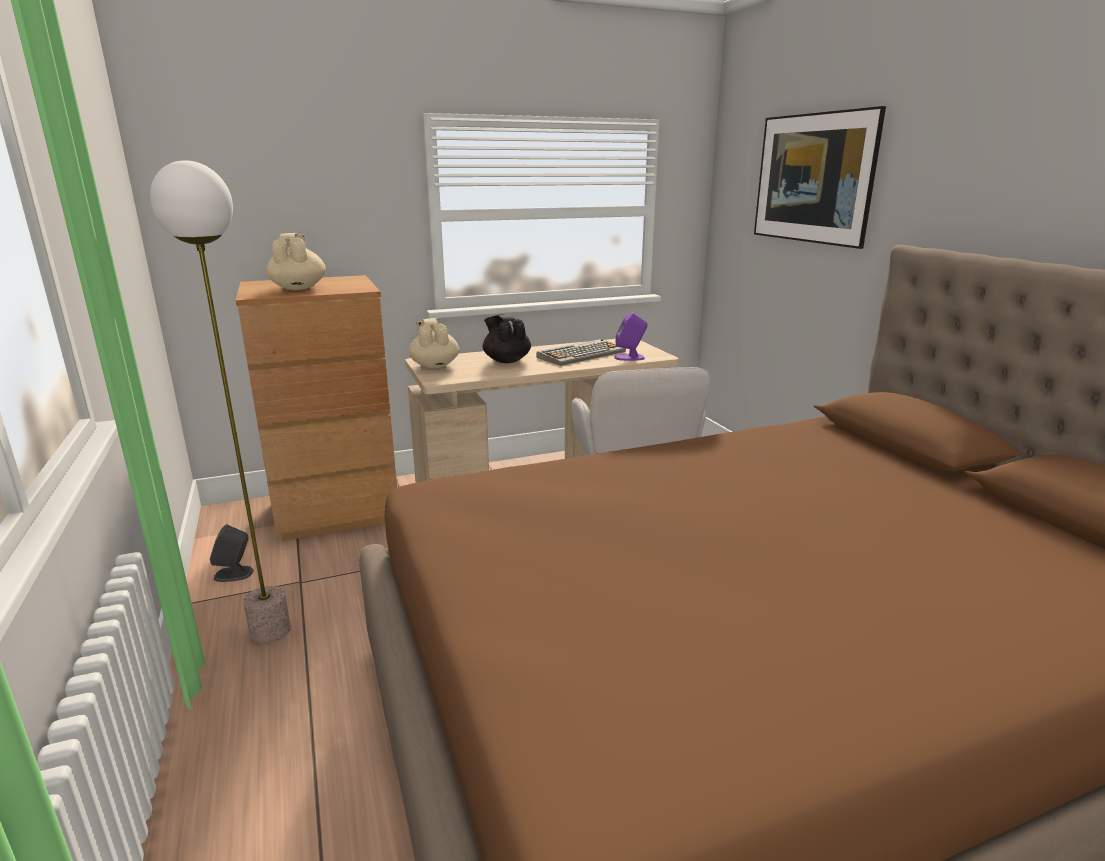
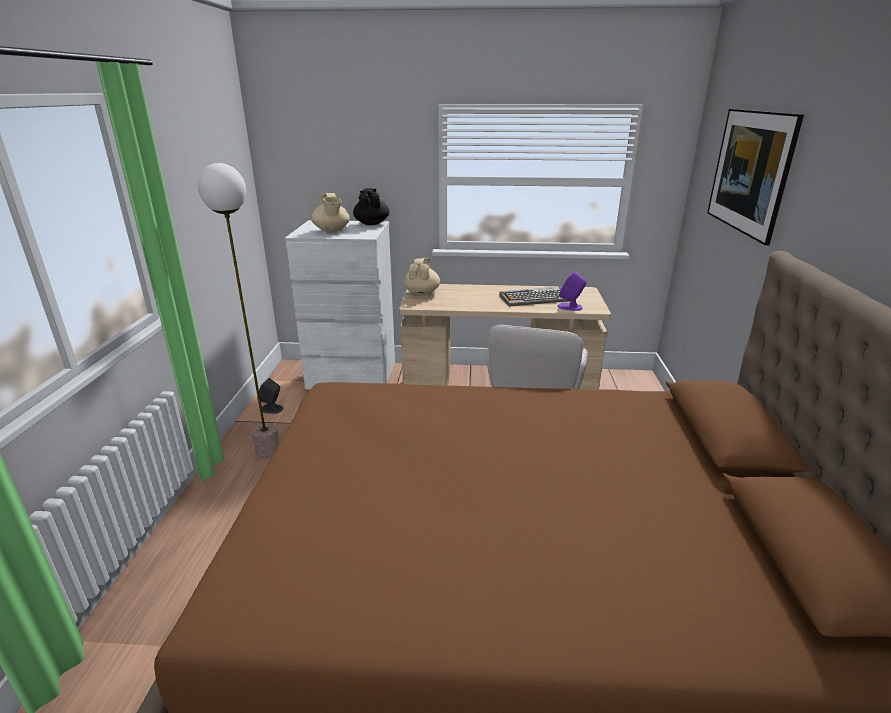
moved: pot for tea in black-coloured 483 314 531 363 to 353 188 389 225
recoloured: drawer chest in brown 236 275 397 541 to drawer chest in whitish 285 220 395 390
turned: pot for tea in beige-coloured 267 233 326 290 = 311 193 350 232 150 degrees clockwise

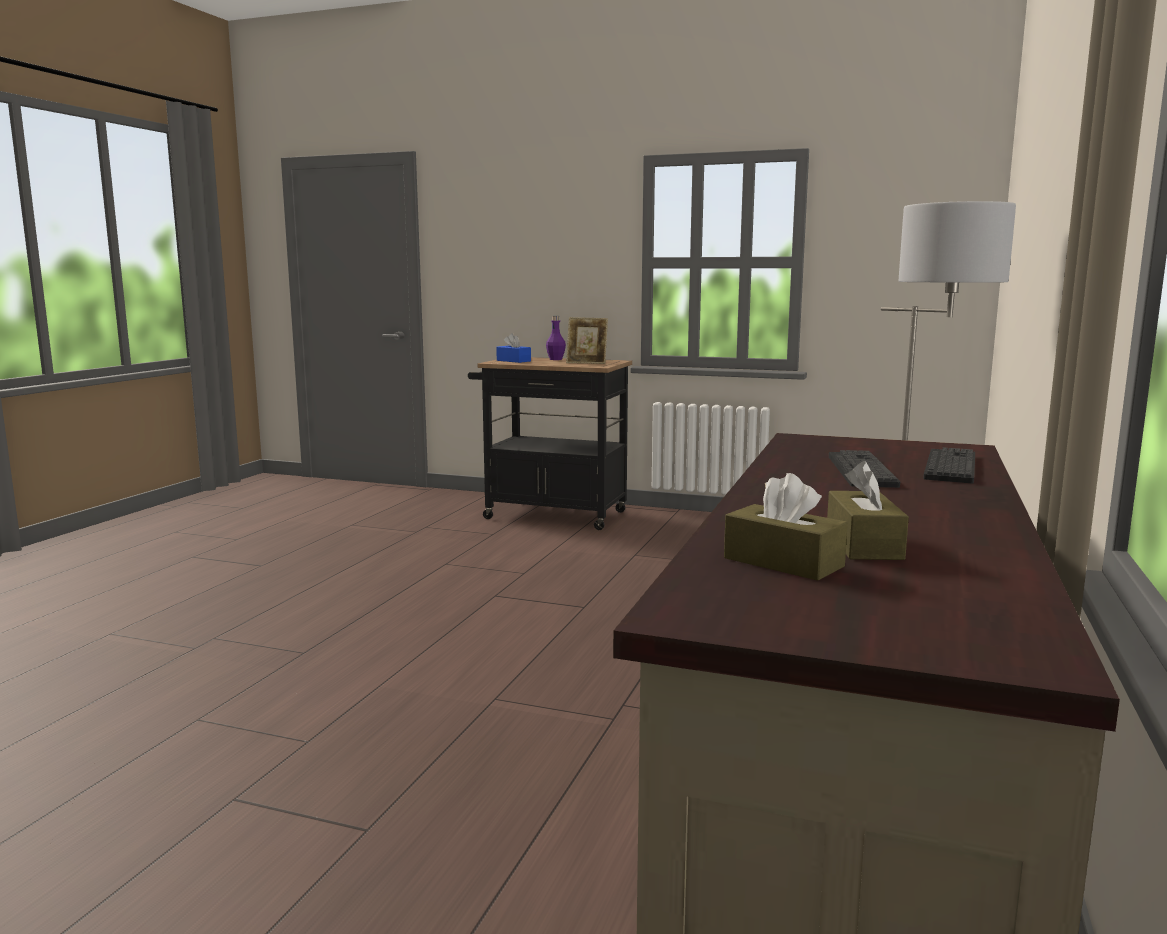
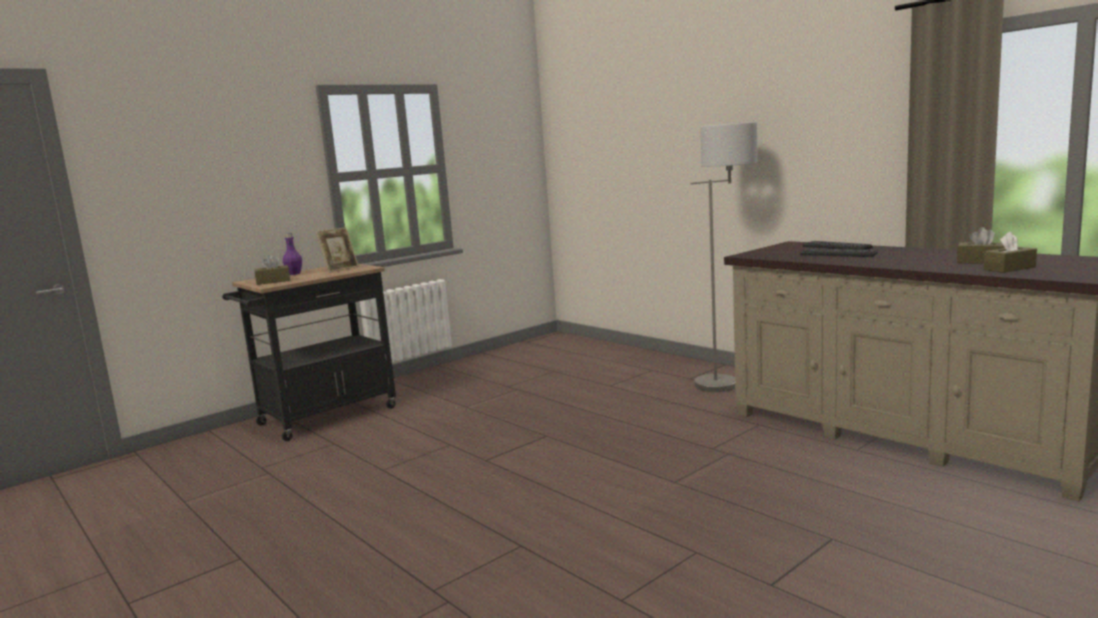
recoloured: tissue holder in bluish 496 333 531 363 to tissue holder in brown 255 255 290 285

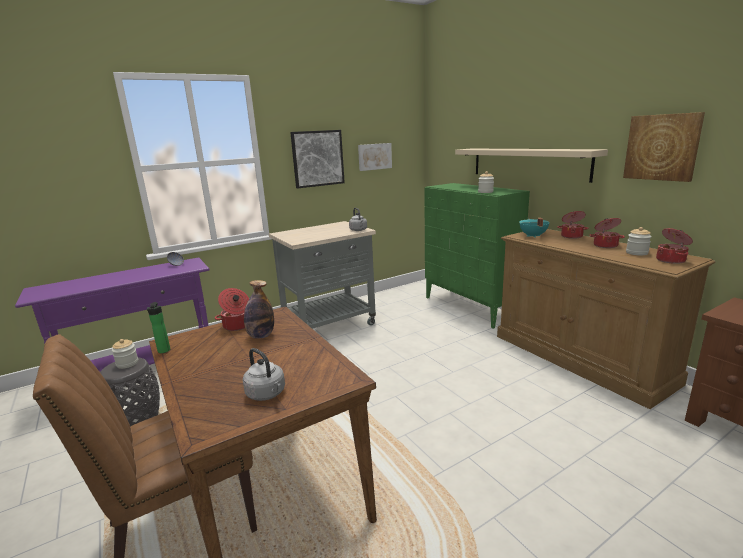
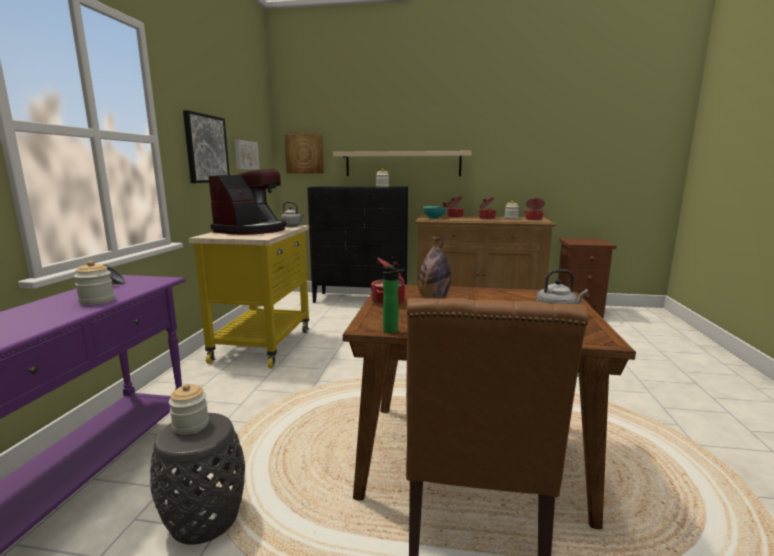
added: coffee maker 208 169 286 235; jar 74 261 115 305
moved: wall picture 623 112 705 182 to 284 134 324 173
recoloured: drawer chest in greenish 424 183 530 329 to drawer chest in black-coloured 307 186 408 303; wheeled cart in greyish 269 221 376 329 to wheeled cart in yellow-coloured 189 225 309 369

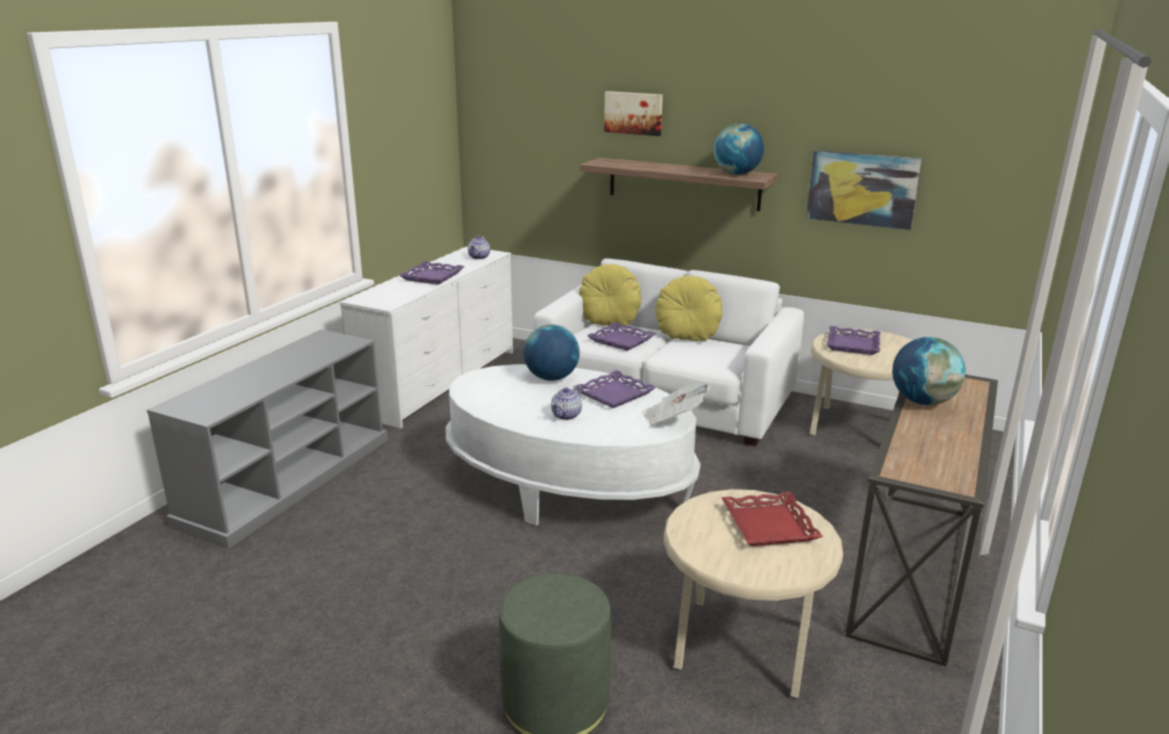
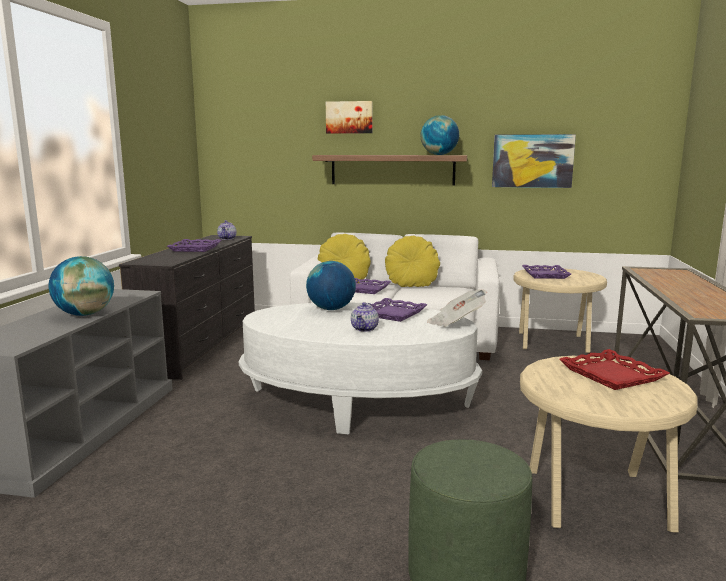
moved: globe 892 337 966 405 to 49 256 114 316
recoloured: drawer chest in whitish 340 246 513 429 to drawer chest in black-coloured 119 235 255 380

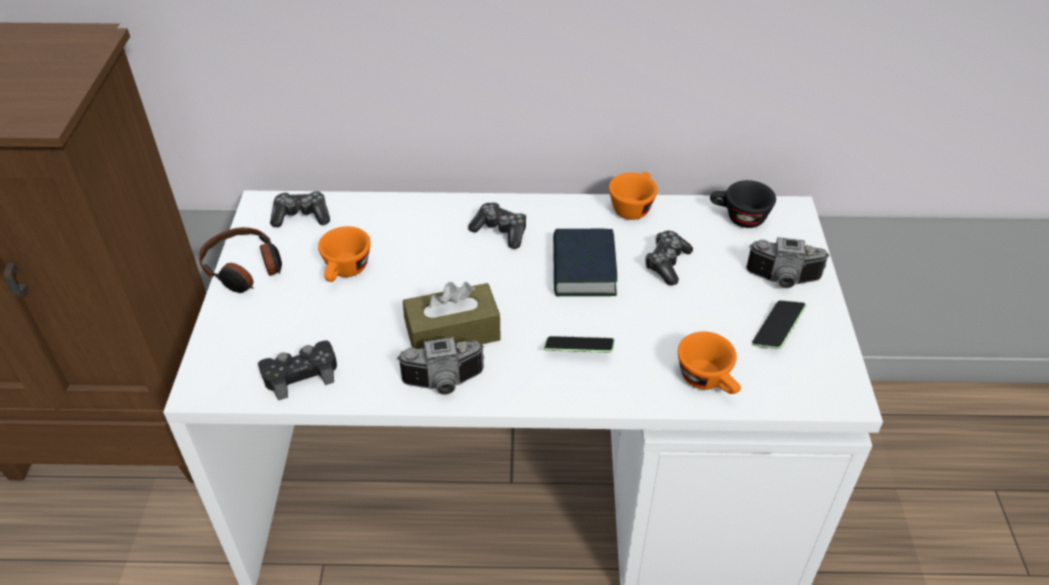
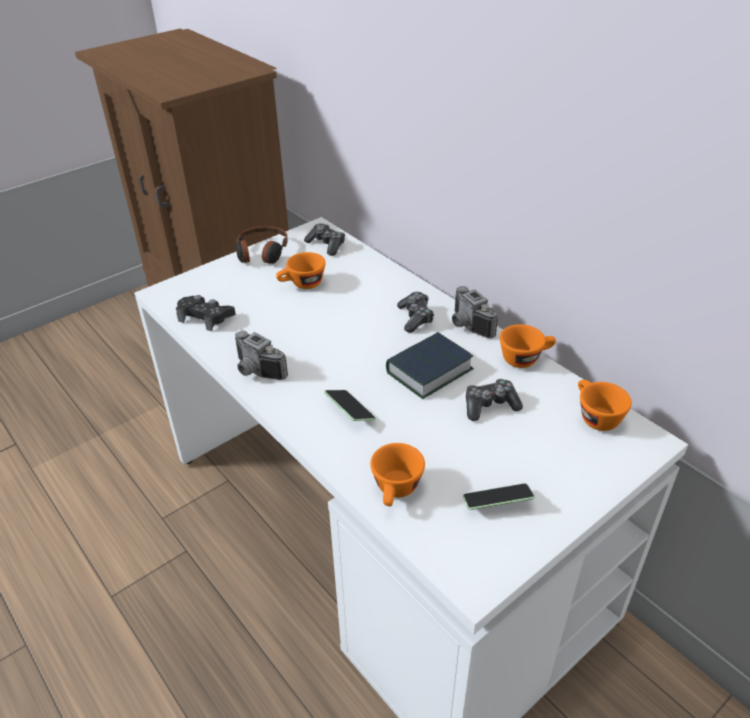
removed: tissue holder in brown 403 282 501 349
moved: photo camera 746 237 830 288 to 452 286 498 338
recoloured: drinking cup in black-coloured 710 180 776 228 to drinking cup in orangey 578 380 632 431

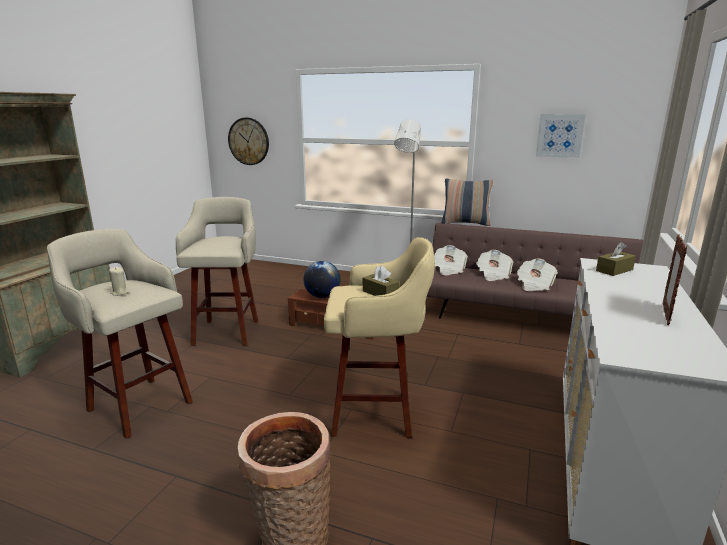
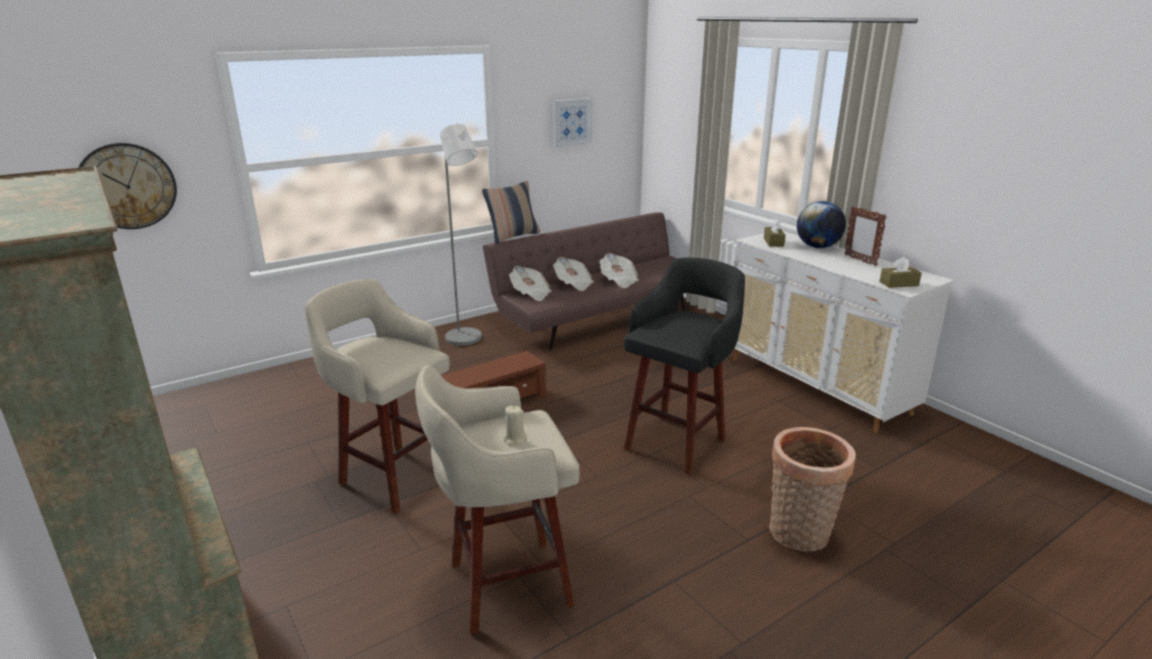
moved: globe 303 261 340 298 to 797 201 846 248; tissue holder in brown 363 266 399 296 to 879 257 922 288
recoloured: stool in beige-coloured 324 237 435 438 to stool in black-coloured 624 257 745 475

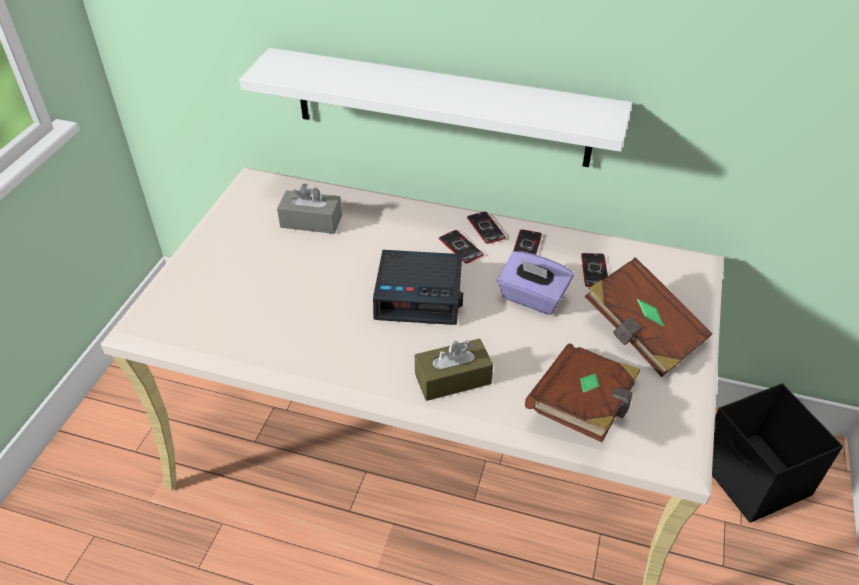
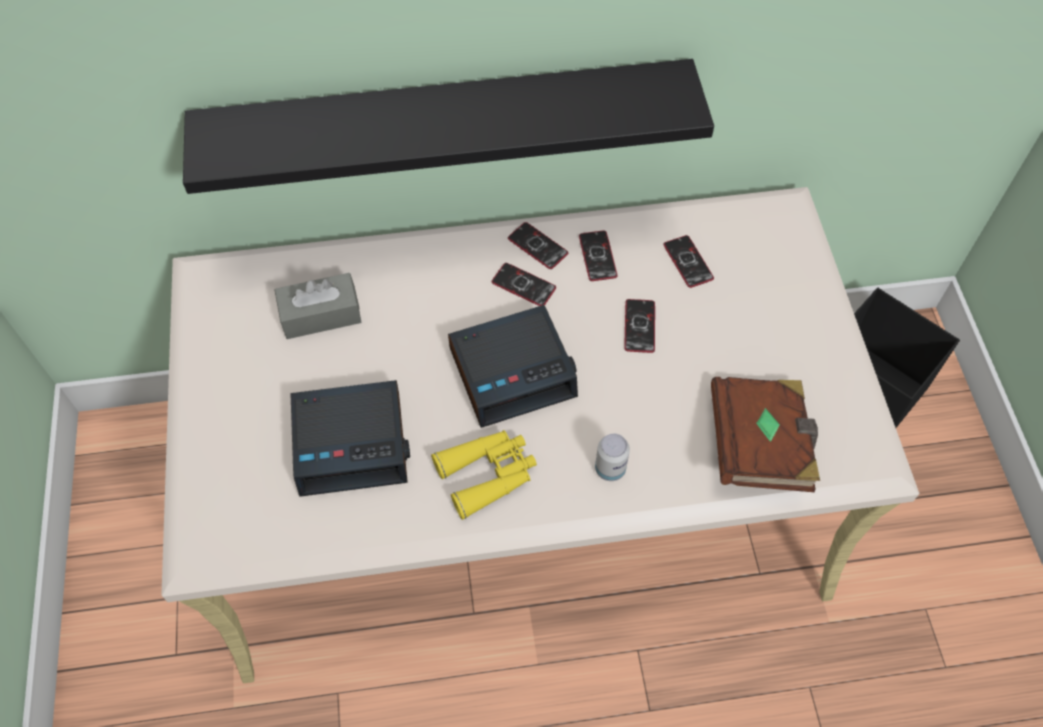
removed: book in brown 585 257 712 377
added: table clock 291 380 410 497; pair of binoculars in yellow-coloured 431 430 537 520
replaced: tissue holder in purplish 497 251 574 315 to telephone 624 299 655 353; tissue holder in brown 415 339 493 401 to metal can 595 434 630 481
recoloured: wall shelf in whitish 239 48 632 167 to wall shelf in black-coloured 183 59 714 194

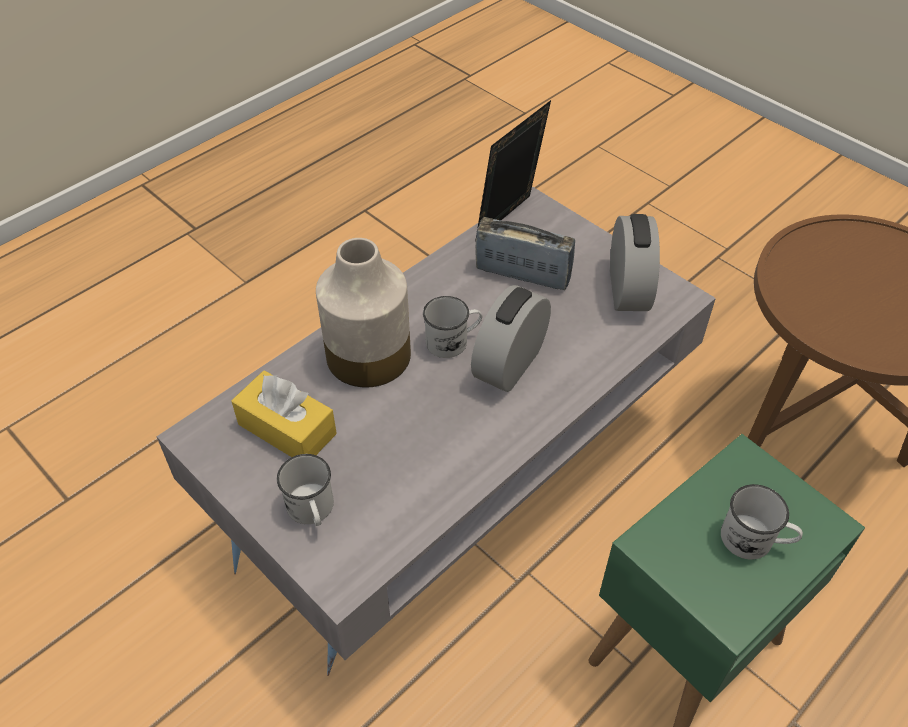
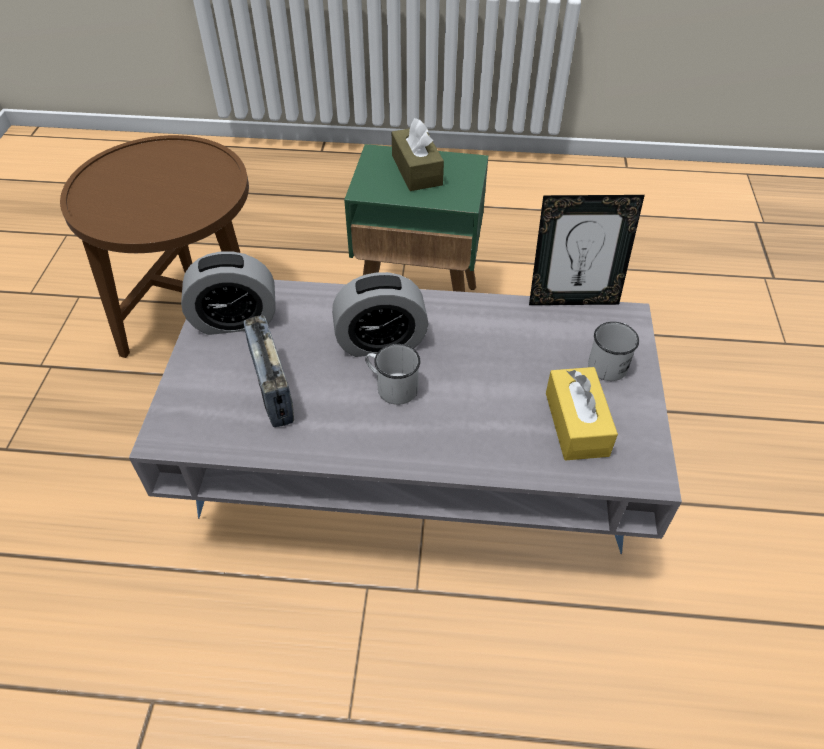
removed: vase in beige-coloured 316 238 411 387
moved: picture frame 475 100 551 242 to 529 195 645 305
replaced: tea mug in whitish 721 484 803 560 to tissue holder in brown 392 118 444 191
turned: table clock 610 214 660 311 = 181 251 276 335 150 degrees counterclockwise

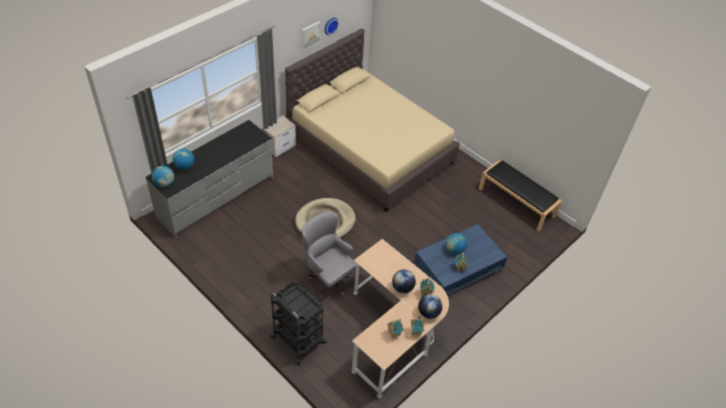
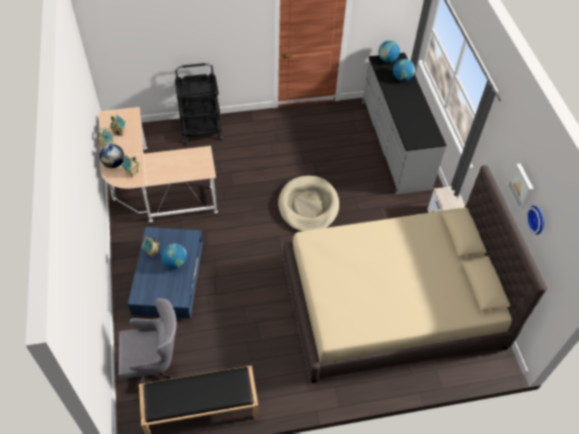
removed: globe 392 270 416 293
moved: office chair in greyish 302 212 356 297 to 118 298 176 391

